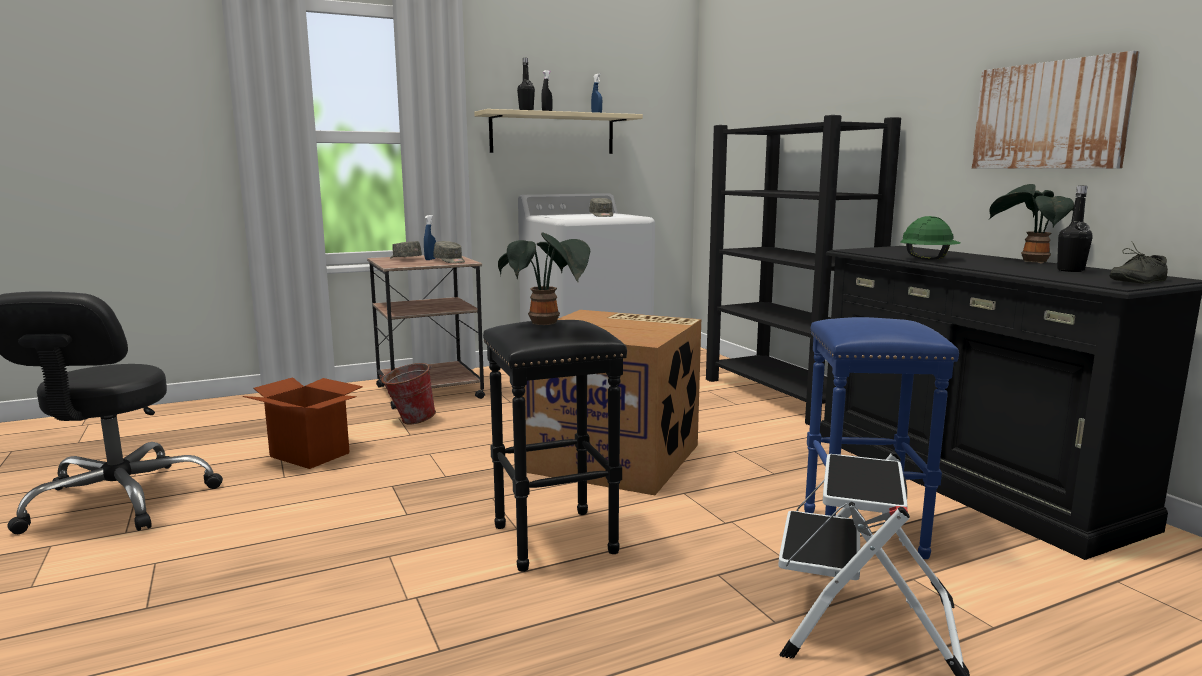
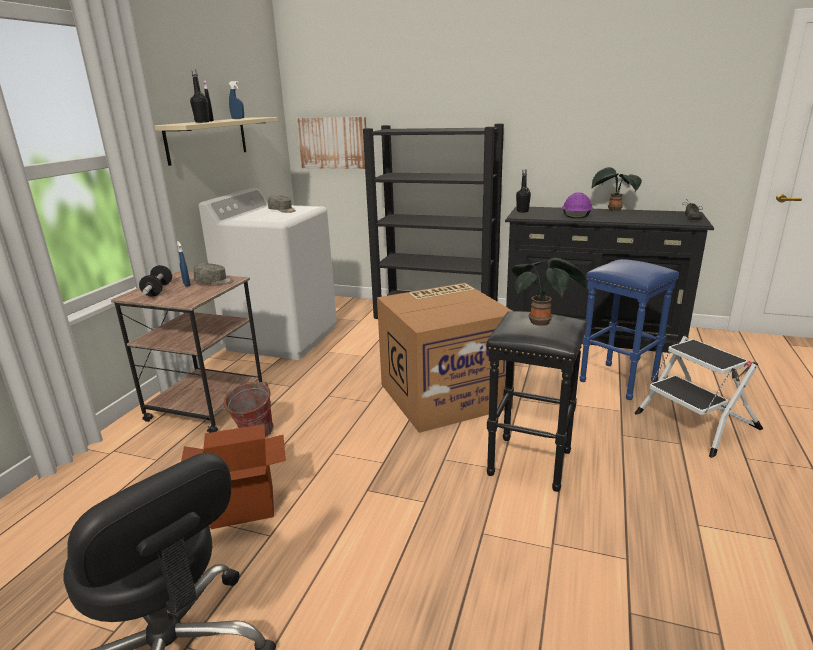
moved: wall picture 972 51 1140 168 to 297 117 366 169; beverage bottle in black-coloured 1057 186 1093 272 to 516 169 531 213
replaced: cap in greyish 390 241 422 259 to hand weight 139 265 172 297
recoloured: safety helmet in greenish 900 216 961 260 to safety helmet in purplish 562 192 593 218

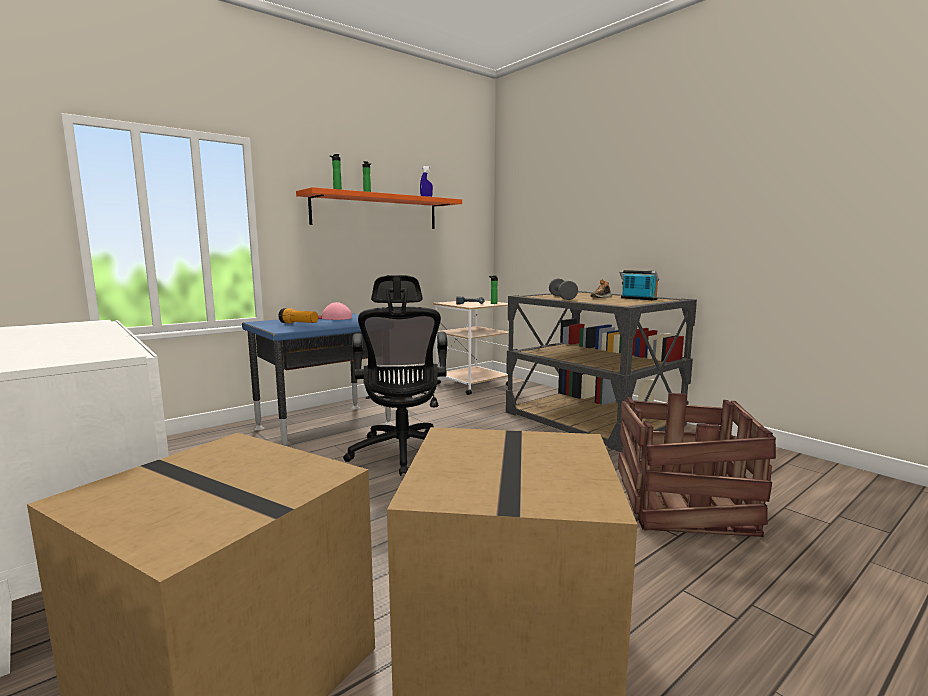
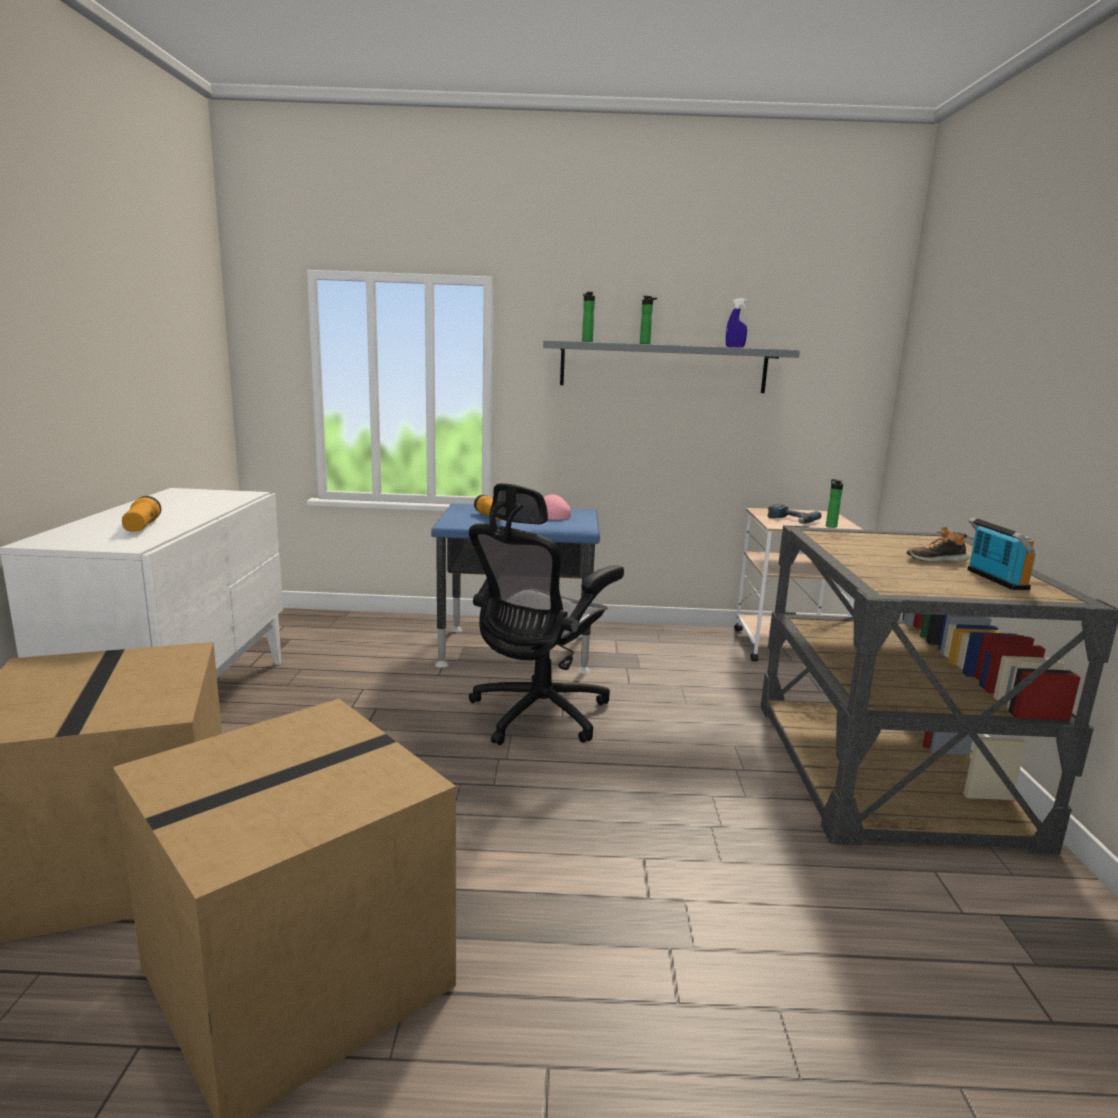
removed: hand weight in greyish 549 278 578 300; shipping crate 618 393 776 537
added: hand torch 122 496 161 531
recoloured: wall shelf in orangey 296 187 462 229 to wall shelf in greyish 543 340 800 393

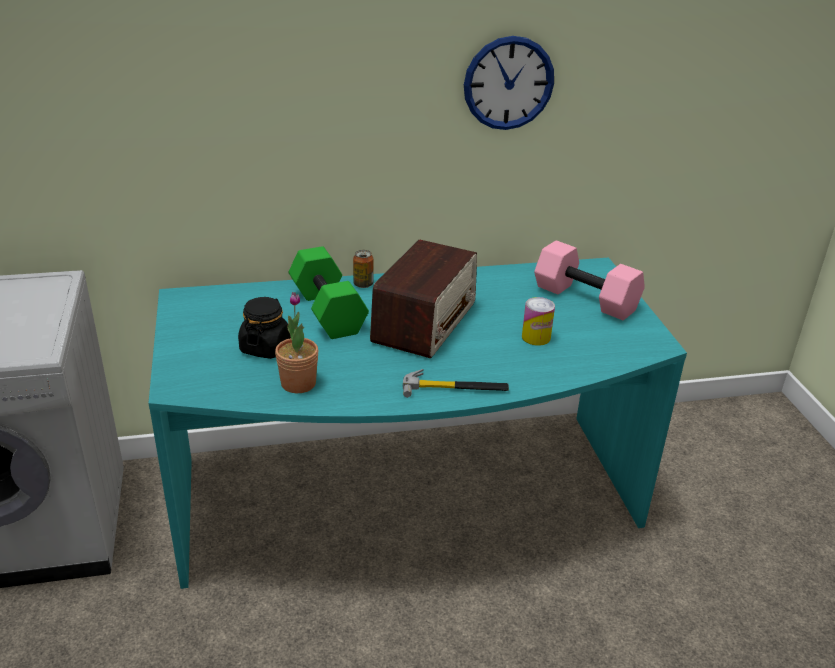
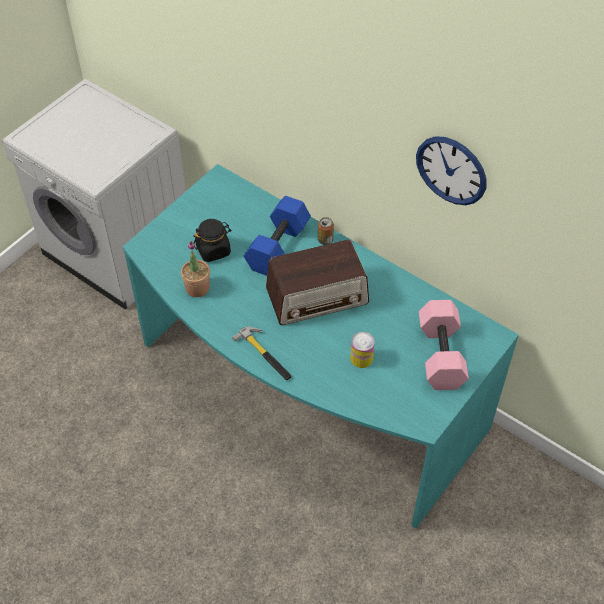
recoloured: hand weight in greenish 289 246 369 339 to hand weight in bluish 244 196 311 276

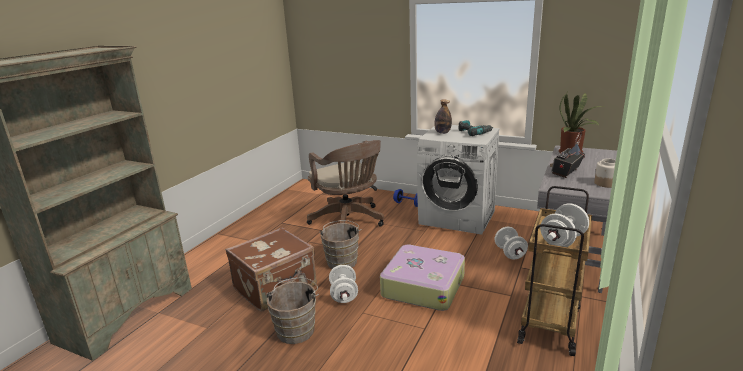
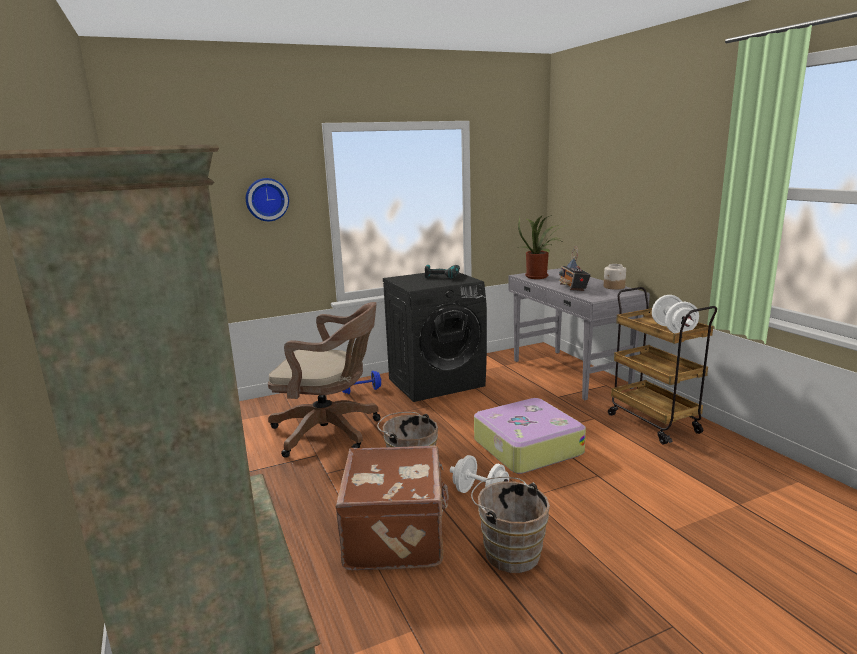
removed: beverage bottle 435 99 452 134; hand weight in whitish 495 227 528 260
added: hanging clock 246 178 289 221
recoloured: washing machine in whitish 417 125 500 235 to washing machine in black-coloured 383 273 487 402

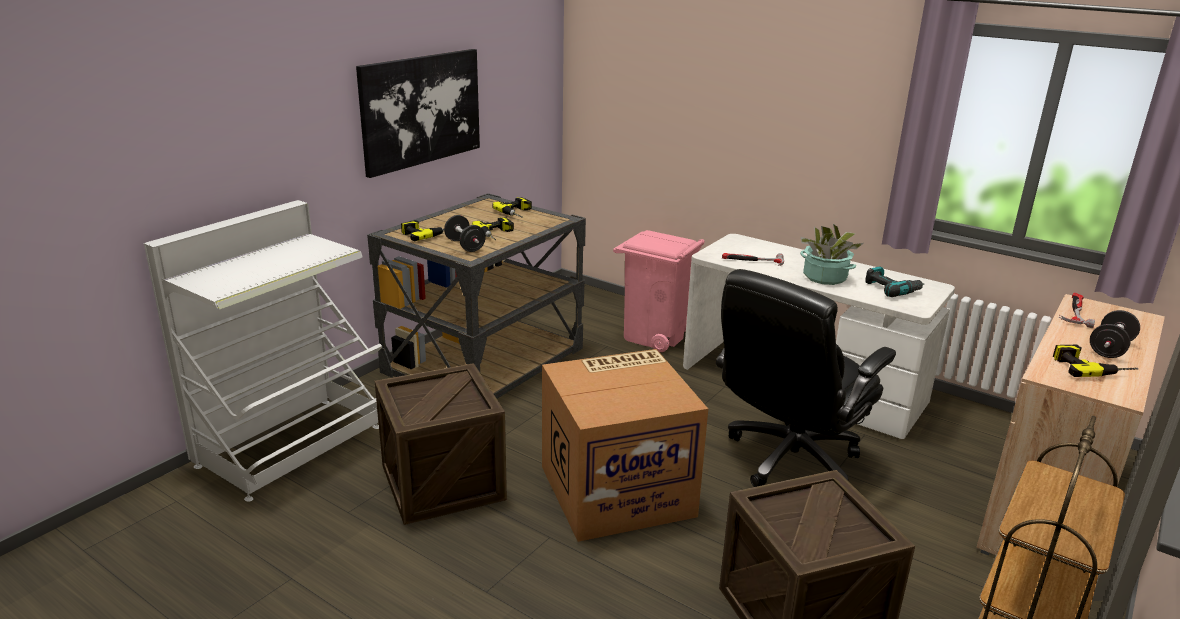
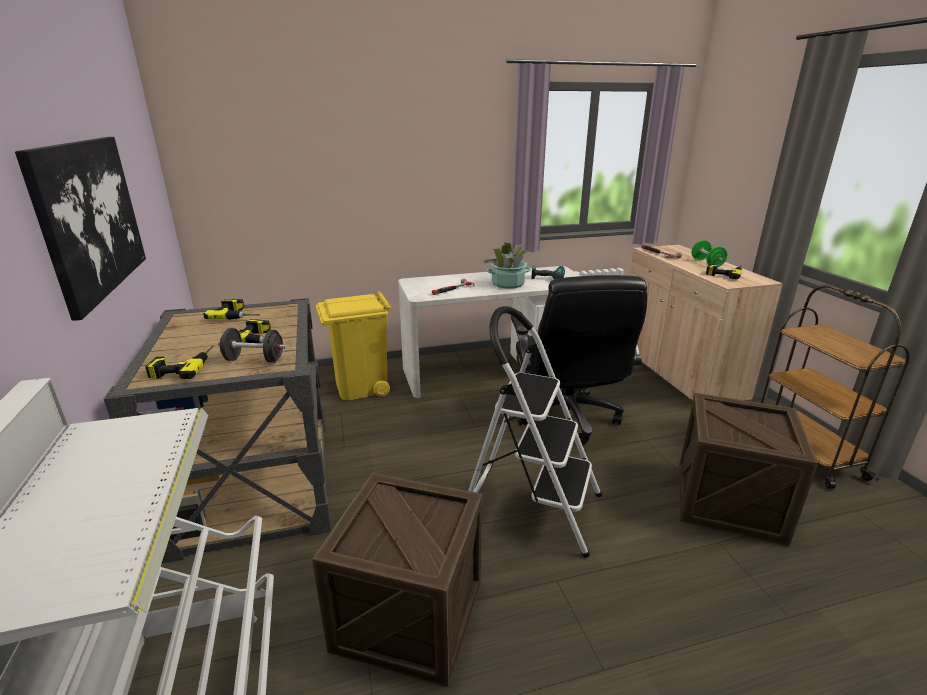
replaced: packing box 542 349 708 542 to stepladder 468 306 602 557
recoloured: rubbish bin in pinkish 613 230 705 352 to rubbish bin in yellow-coloured 316 291 391 400; hand weight in black-coloured 1090 310 1140 358 to hand weight in greenish 691 240 727 267

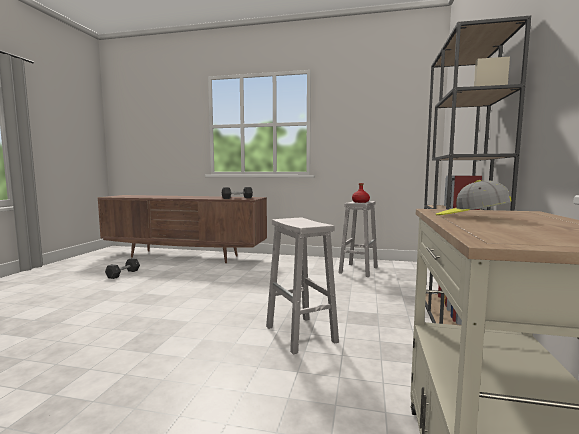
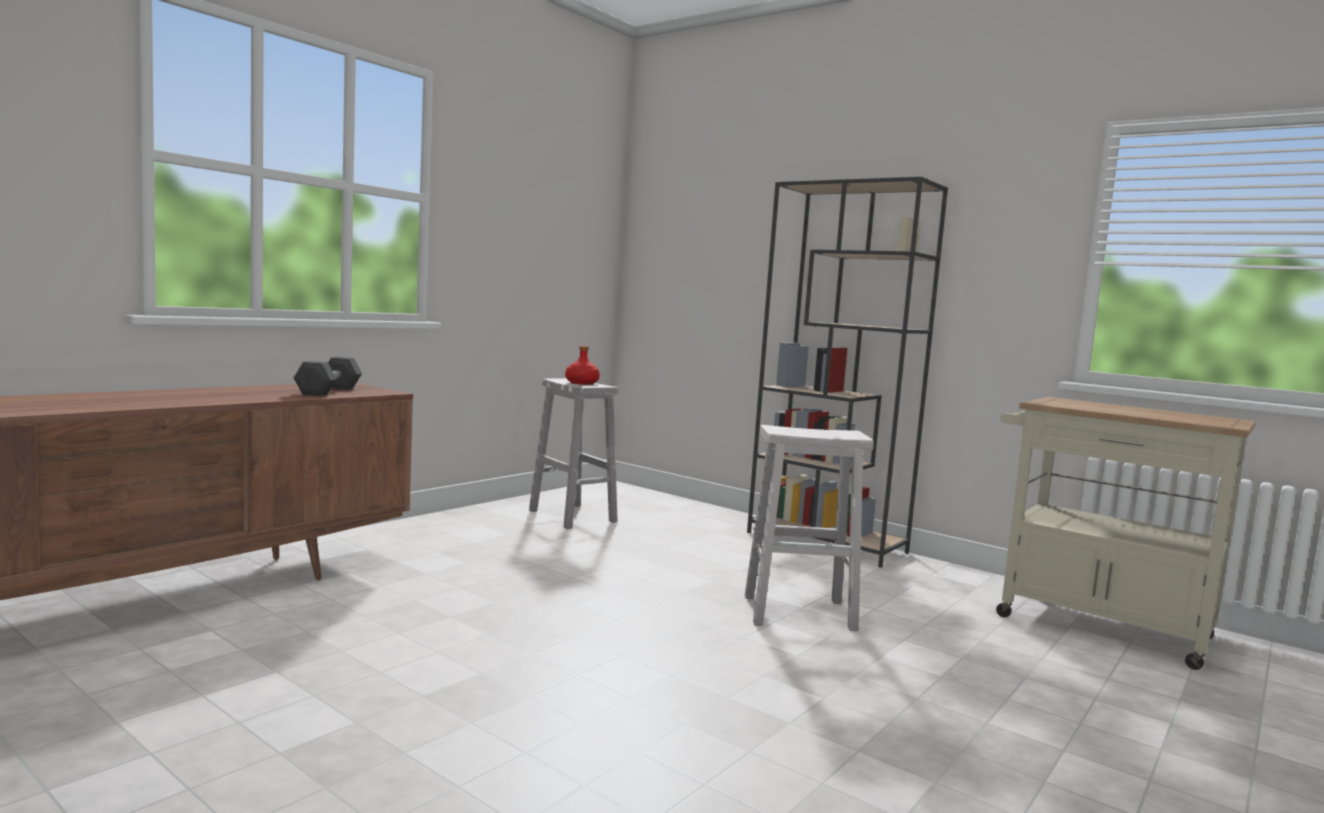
removed: cap 436 180 512 215; hand weight in greyish 105 258 140 279

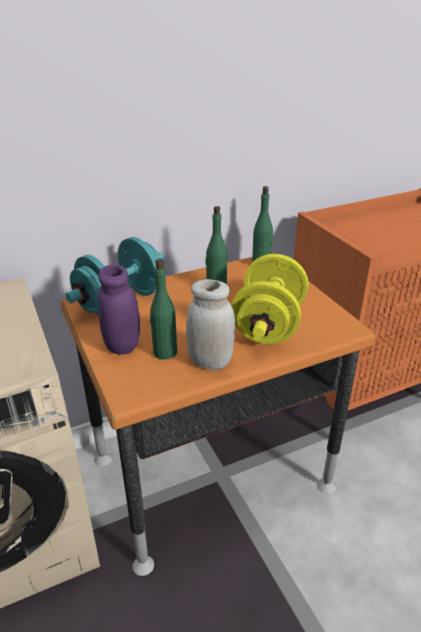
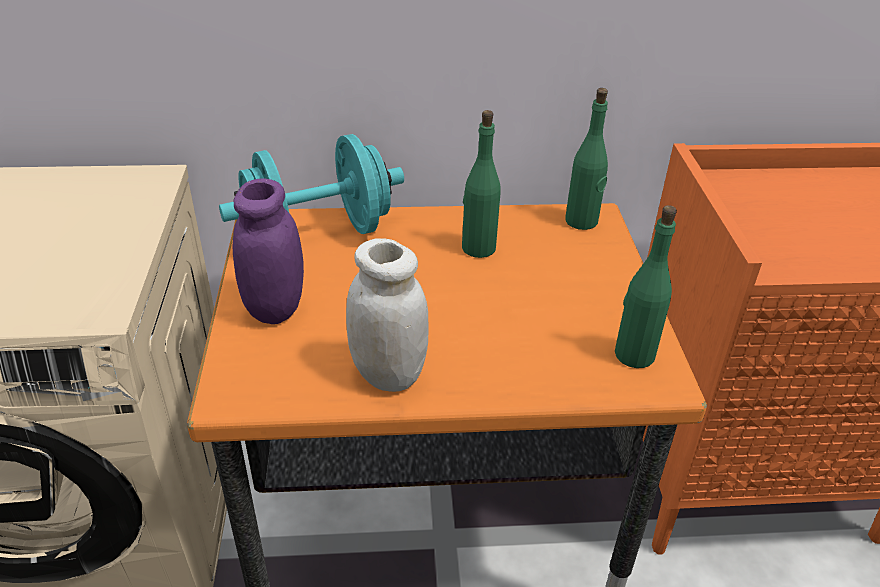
removed: hand weight in yellow-coloured 231 254 308 344
moved: beverage bottle in greenish 150 259 177 360 to 615 205 677 368

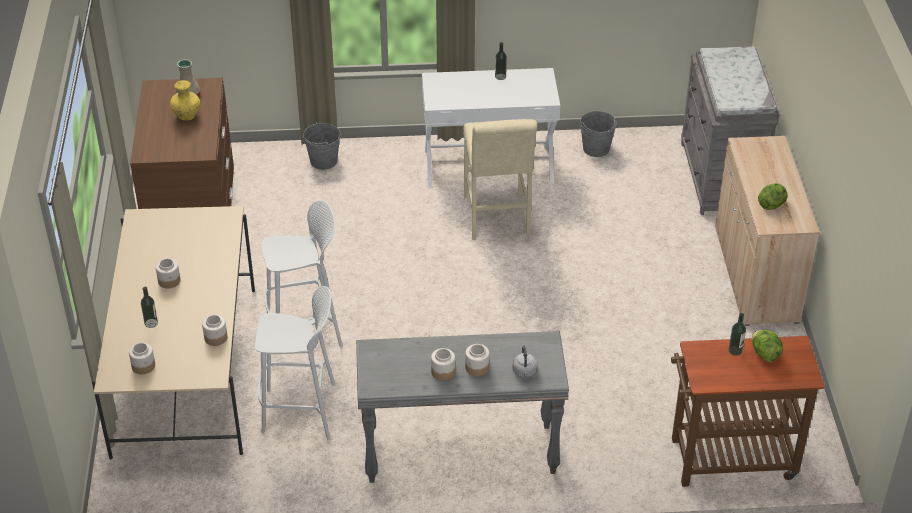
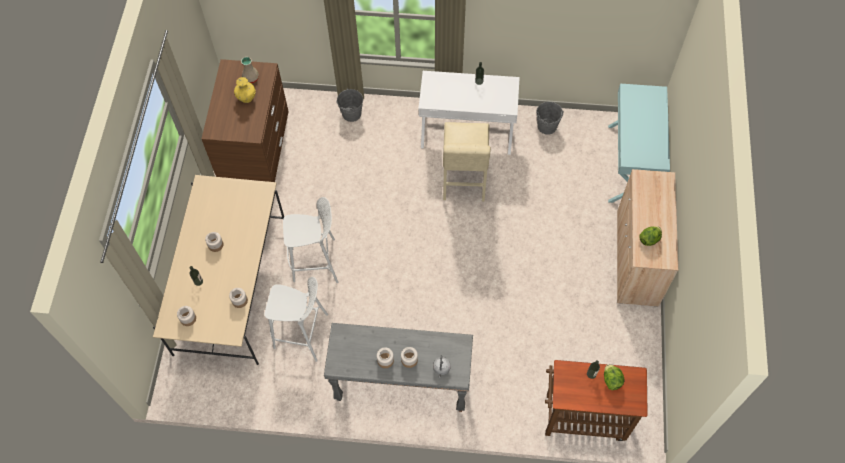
replaced: drawer chest in greyish 681 46 779 215 to desk in turquoise-coloured 608 84 670 203

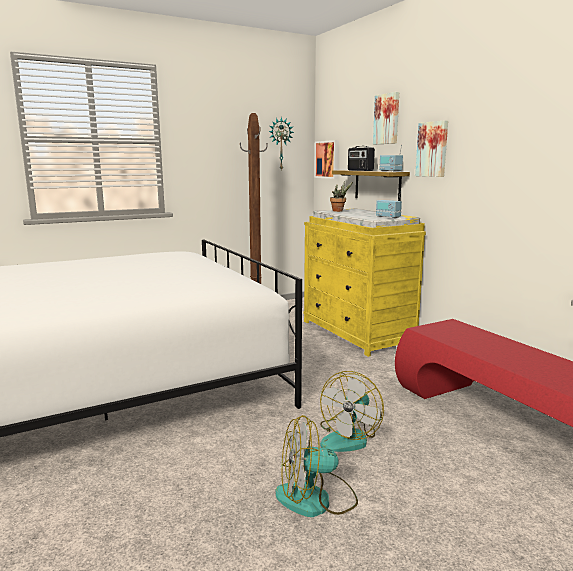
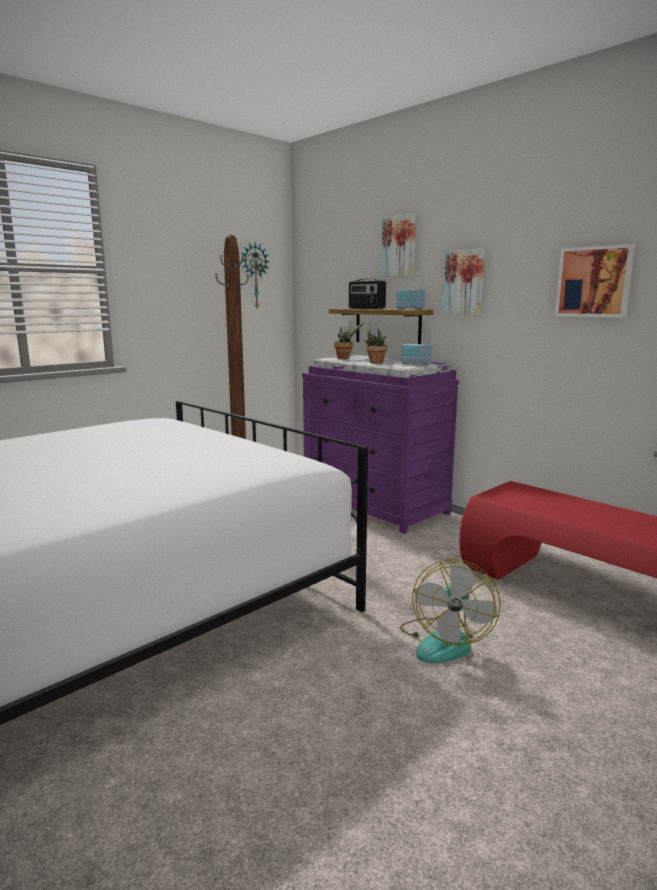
removed: electric fan 276 415 358 517
added: houseplant 363 323 387 364
moved: wall picture 314 140 339 179 to 555 244 635 318
recoloured: drawer chest in yellow-coloured 304 208 426 357 to drawer chest in purplish 302 355 459 534

